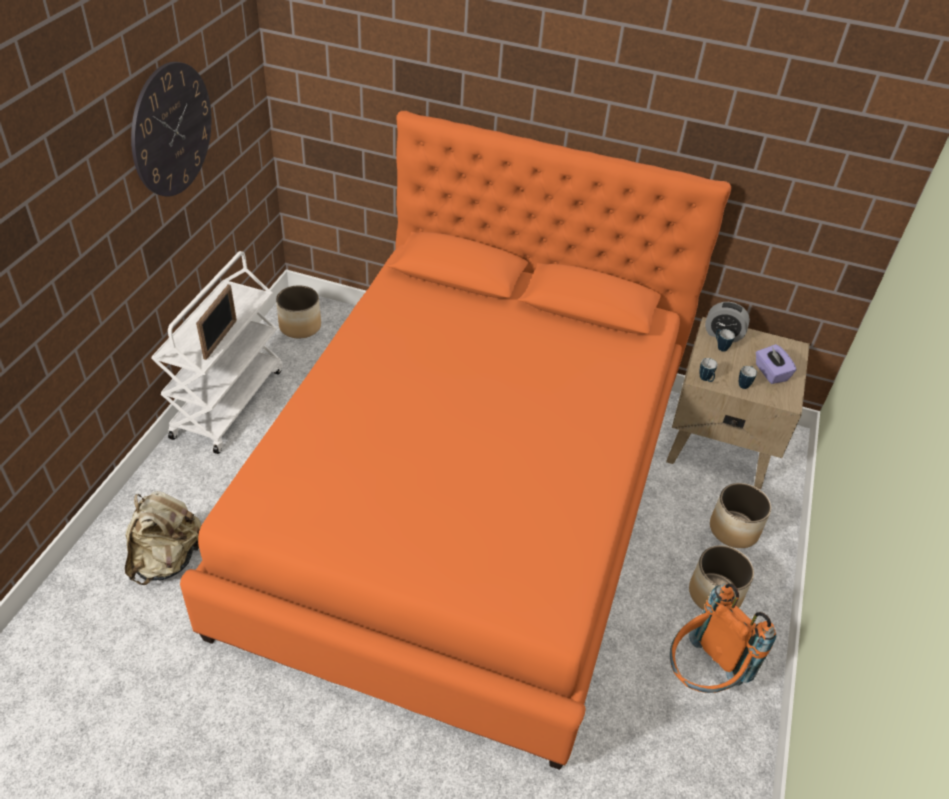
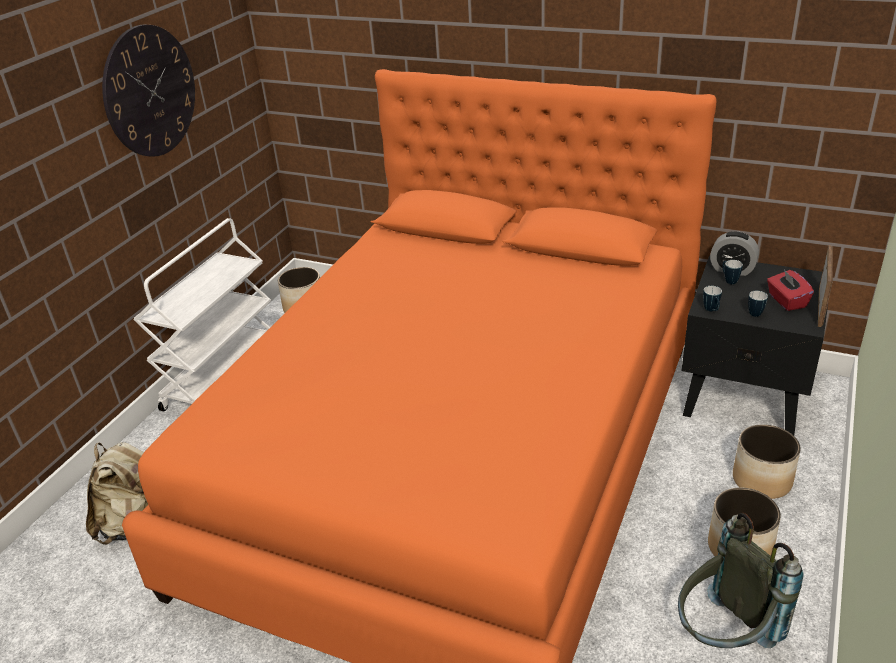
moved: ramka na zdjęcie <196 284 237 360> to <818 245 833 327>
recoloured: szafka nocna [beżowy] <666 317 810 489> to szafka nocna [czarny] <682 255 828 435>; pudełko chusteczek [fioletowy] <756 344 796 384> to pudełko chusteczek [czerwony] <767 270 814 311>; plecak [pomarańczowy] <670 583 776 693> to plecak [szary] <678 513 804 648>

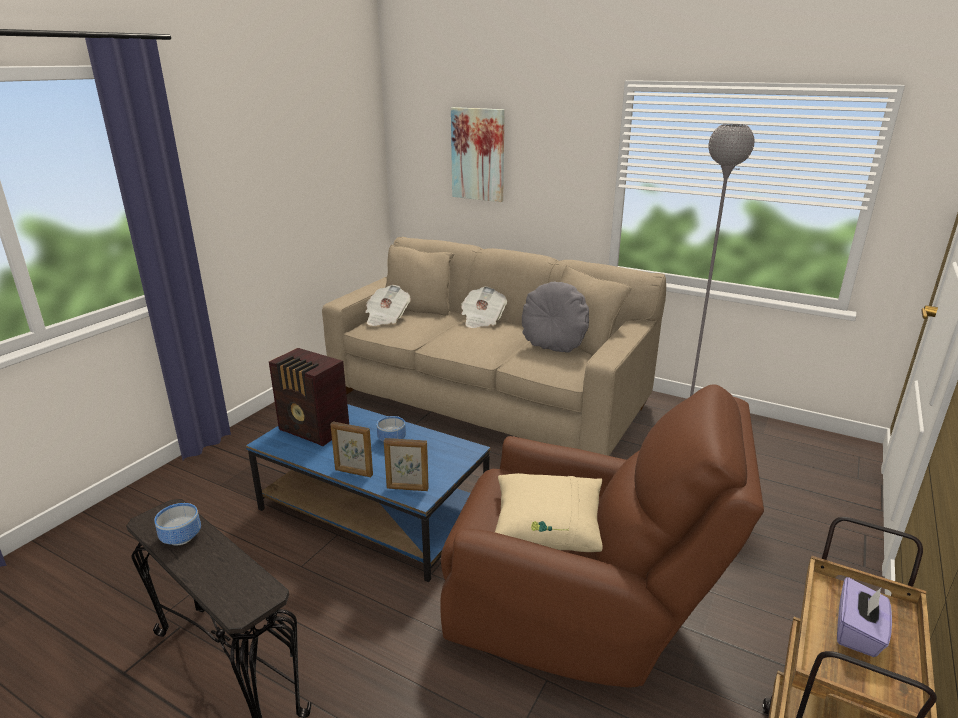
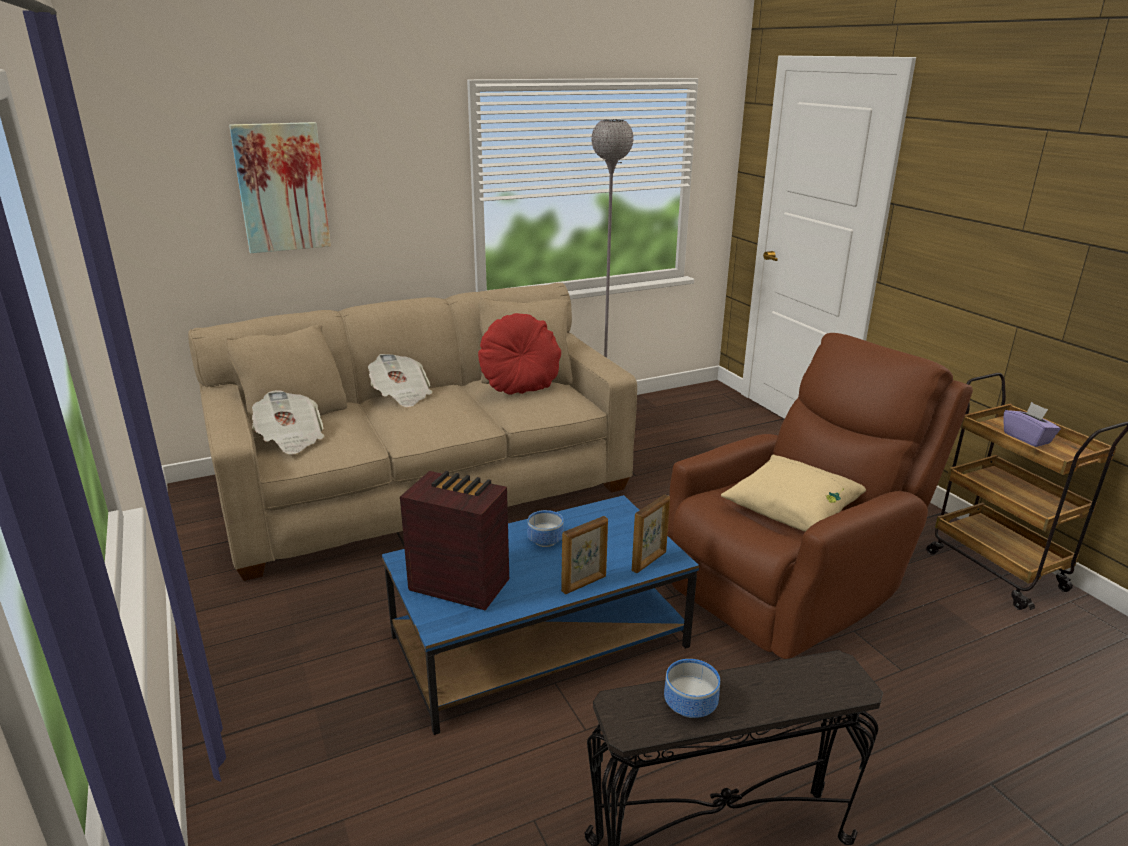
recoloured: poduszka [szary] <522 281 589 353> to poduszka [czerwony] <478 313 561 395>
turned: radio <269 348 349 446> = <400 471 509 611> 135 degrees counterclockwise

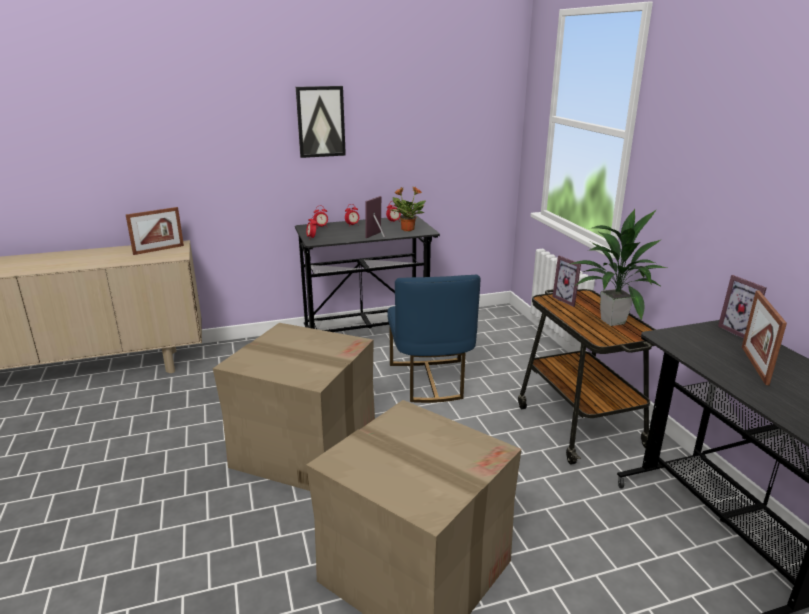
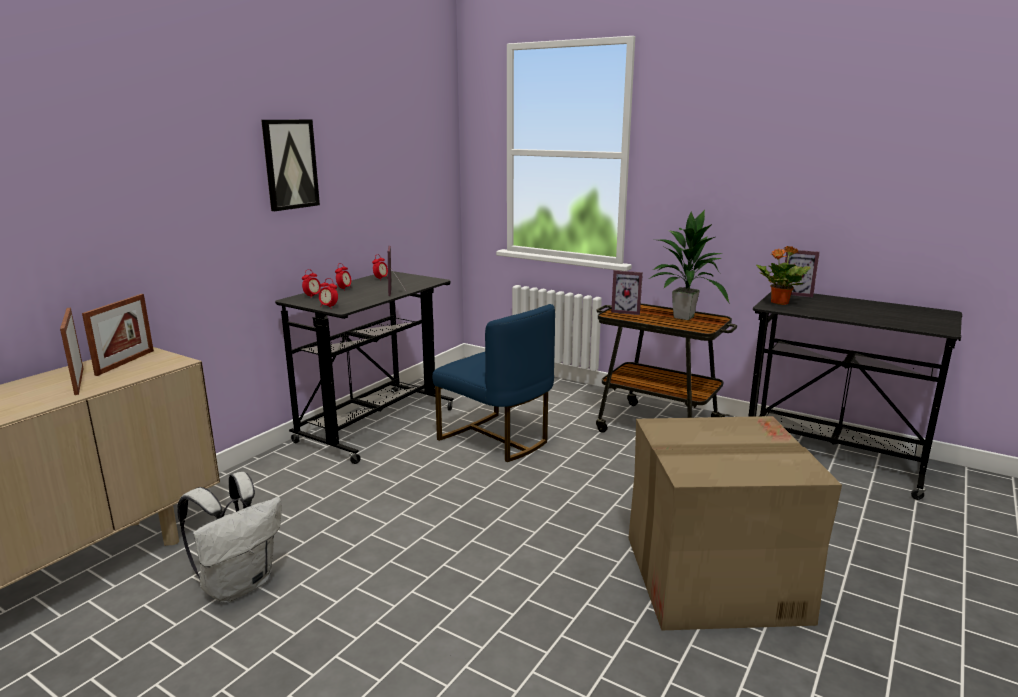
removed: karton <213 323 375 491>
added: plecak [biały] <177 472 282 602>
moved: roślina doniczkowa <391 187 426 231> to <756 246 811 305>; ramka na zdjęcie <742 290 787 385> to <60 308 84 395>

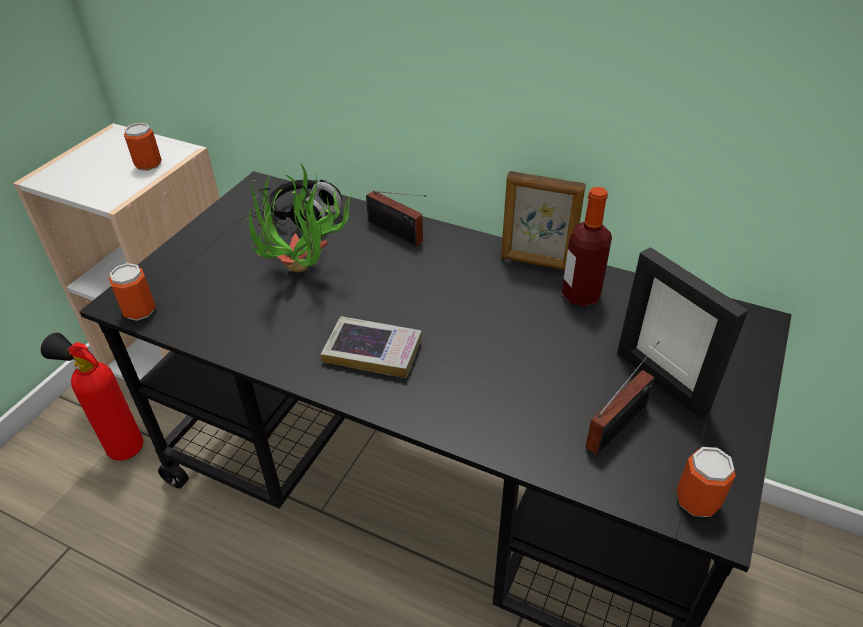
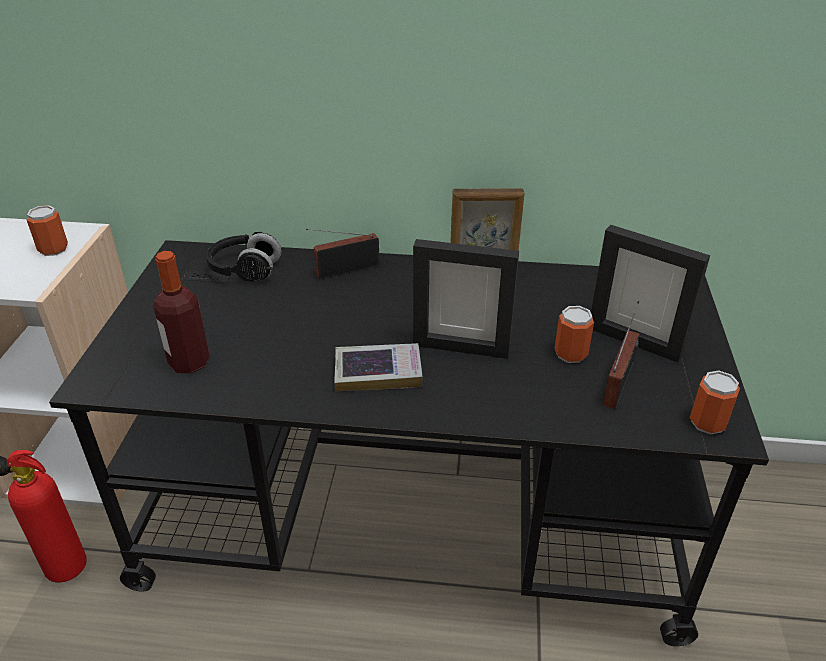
removed: roślina doniczkowa <244 163 352 272>
added: ramka na zdjęcie <413 239 519 359>
moved: butelka <562 187 612 307> to <153 251 210 373>; puszka <109 263 156 321> to <555 306 594 363>
turned: radio <366 191 426 247> = <306 229 380 280> 135 degrees clockwise

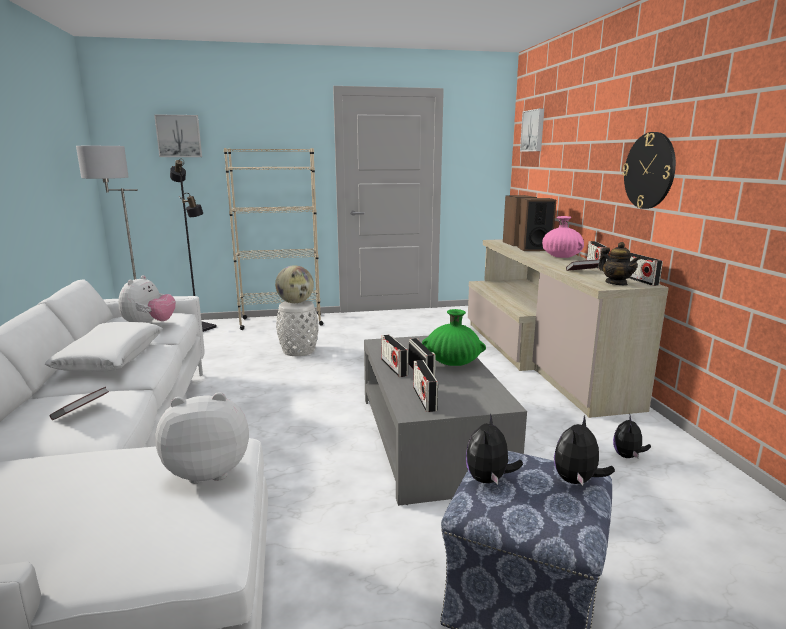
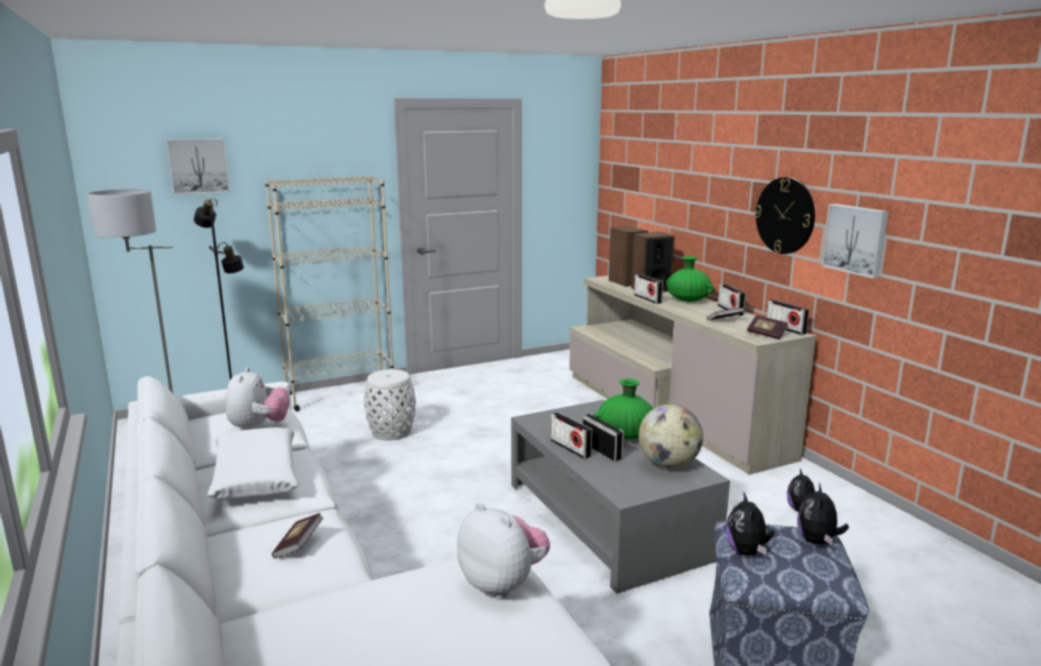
moved: obraz <520 108 544 151> to <821 204 889 279>; globus <275 265 314 303> to <639 404 703 468>; radio <413 360 438 412> to <634 274 663 304>
replaced: imbryk <598 242 641 285> to książka <747 315 788 340>
recoloured: wazon [różowy] <542 216 584 258> to wazon [zielony] <666 256 714 302>
turned: pluszak <155 392 249 484> = <457 502 550 598> 75 degrees clockwise

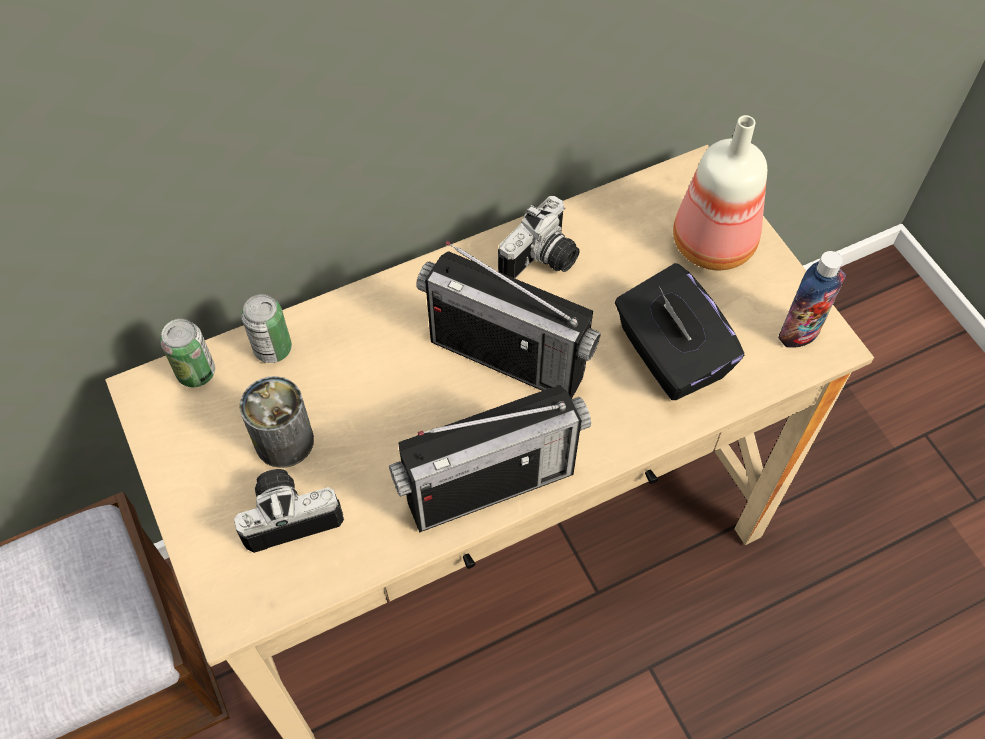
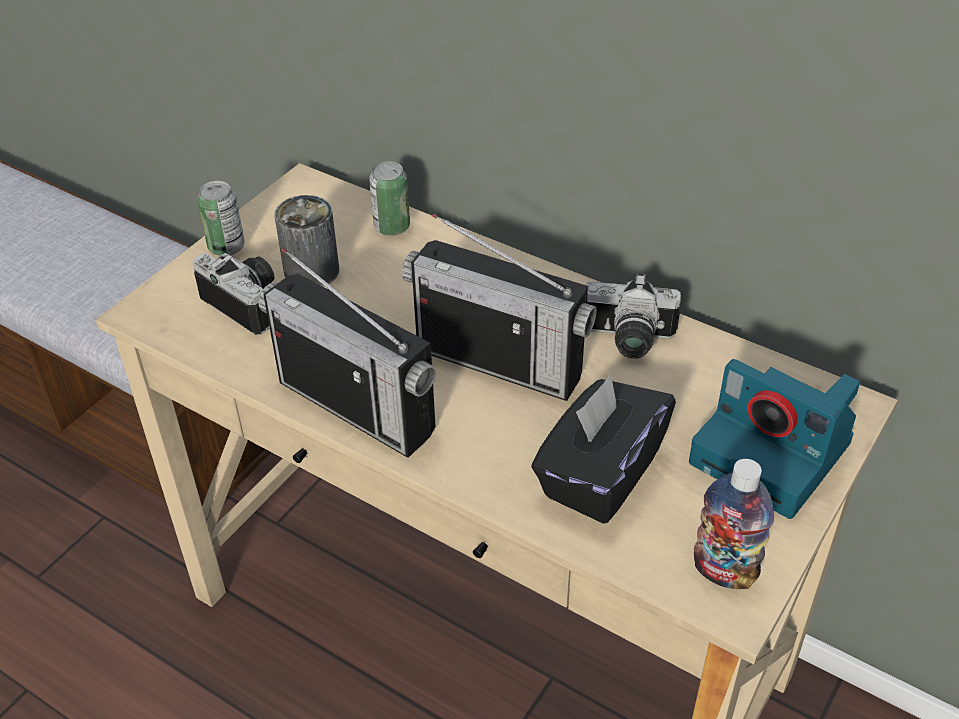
moved: puszka <160 319 215 387> to <197 181 245 256>
replaced: butelka <673 115 767 270> to aparat fotograficzny <689 359 860 519>
turned: radio <416 241 601 399> = <402 213 597 401> 60 degrees counterclockwise

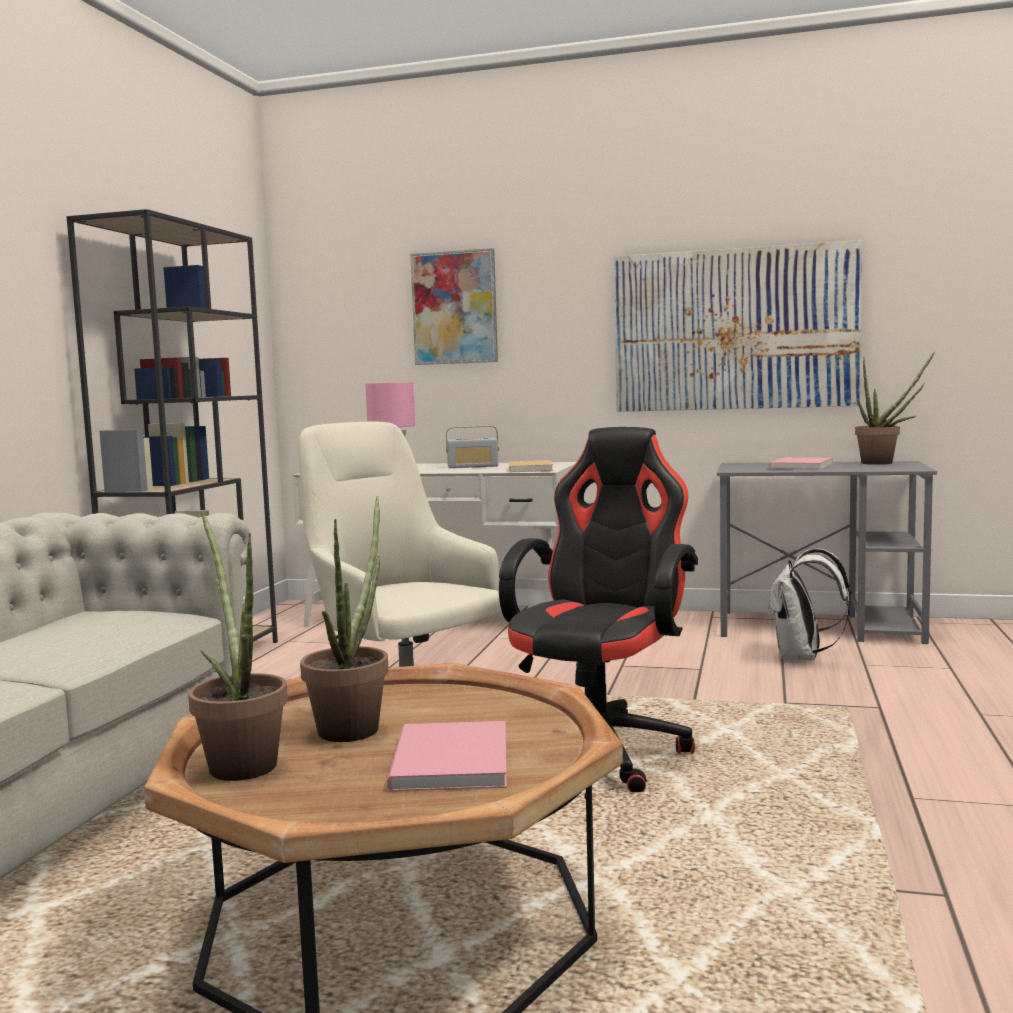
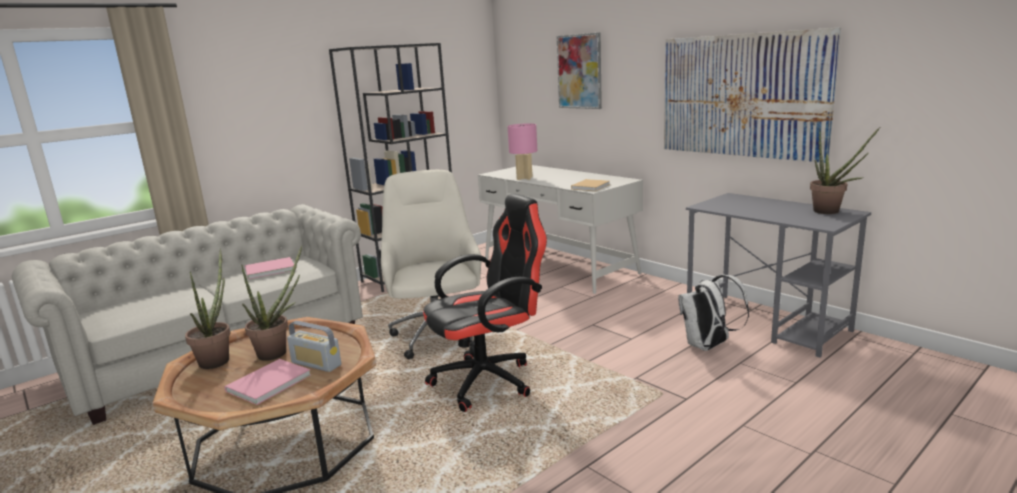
moved: radio <446 426 499 468> to <287 321 341 372>; książka [różowy] <768 457 833 470> to <245 257 294 279>

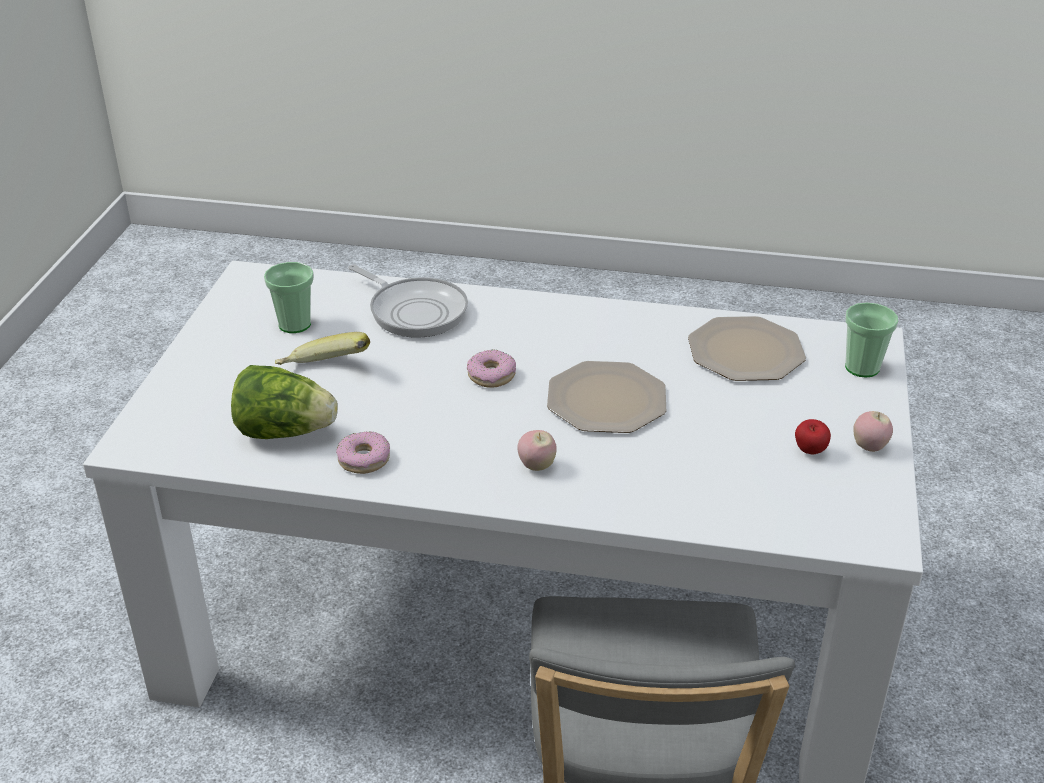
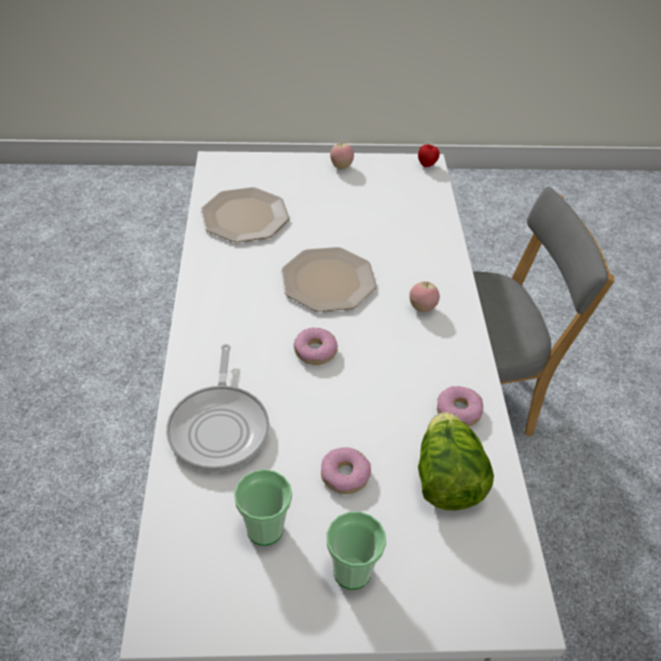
moved: filiżanka <845 302 898 377> to <326 511 386 590>; jabłko <795 419 831 454> to <418 144 440 167>
replaced: banan <275 332 370 365> to donut <321 447 371 494>
turned: patelnia <348 264 468 338> = <166 344 269 472> 150 degrees clockwise

